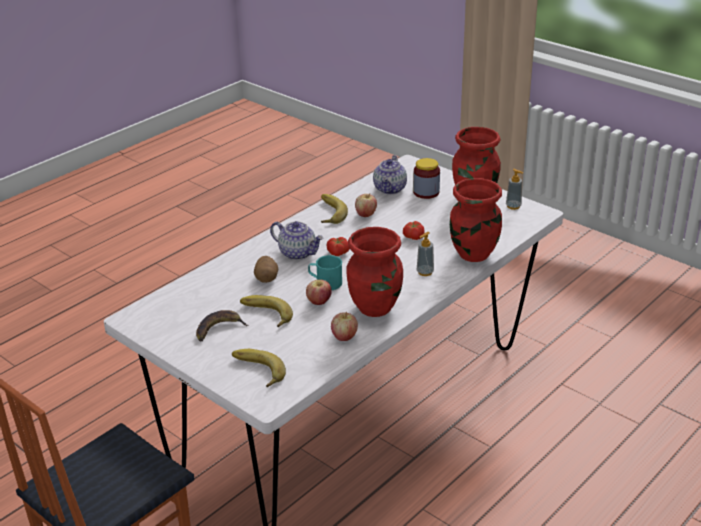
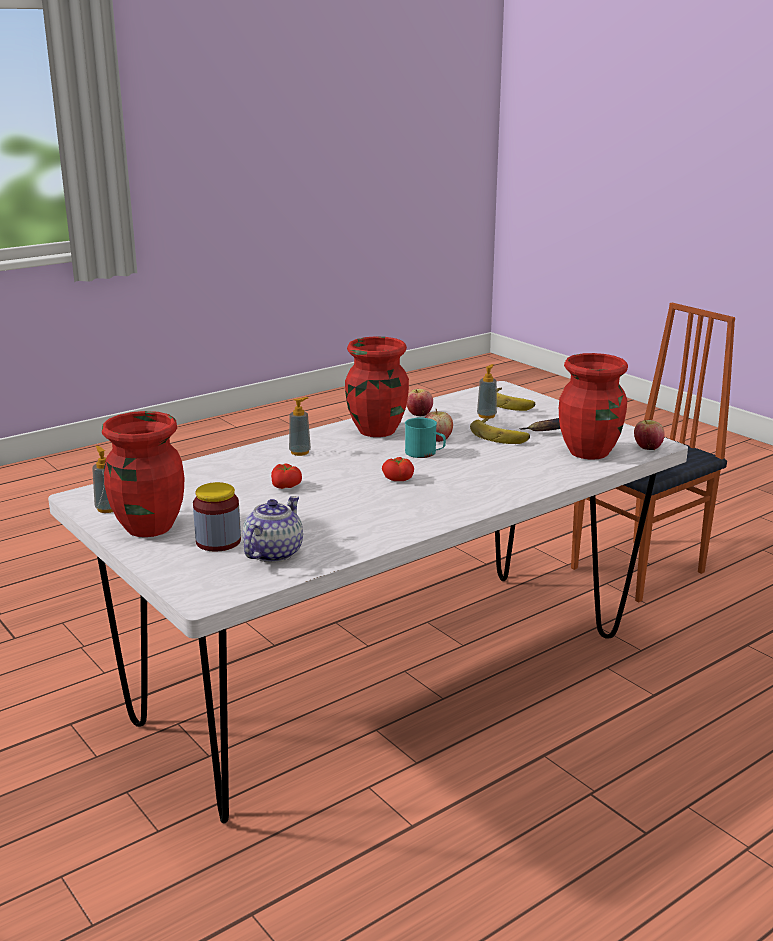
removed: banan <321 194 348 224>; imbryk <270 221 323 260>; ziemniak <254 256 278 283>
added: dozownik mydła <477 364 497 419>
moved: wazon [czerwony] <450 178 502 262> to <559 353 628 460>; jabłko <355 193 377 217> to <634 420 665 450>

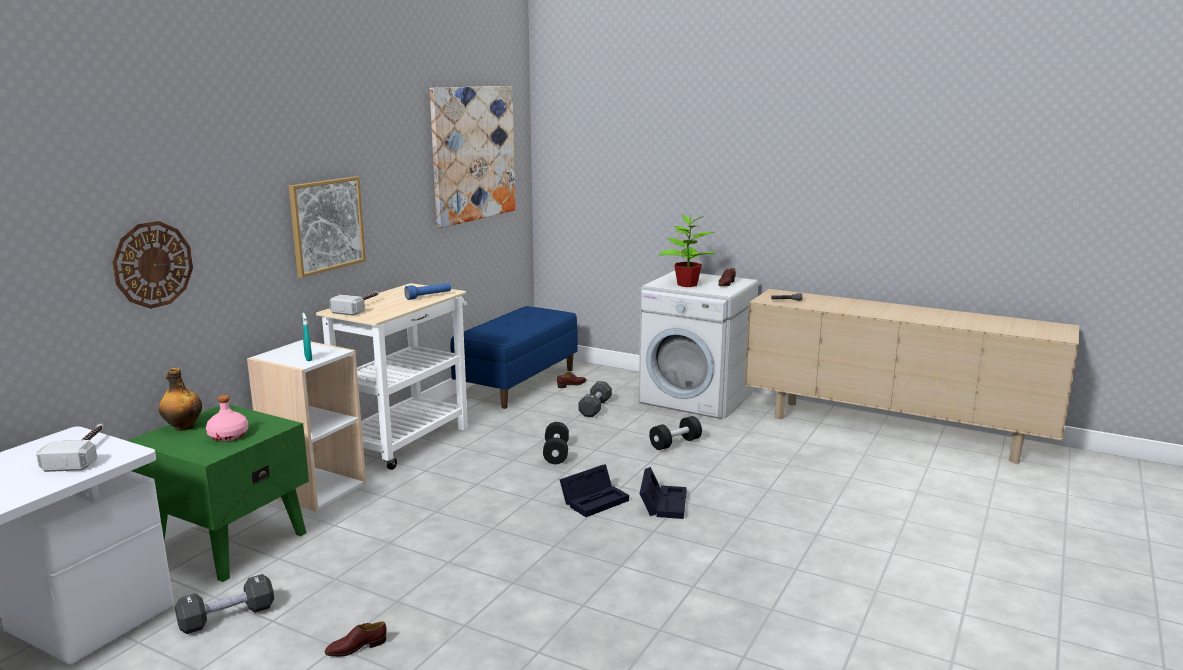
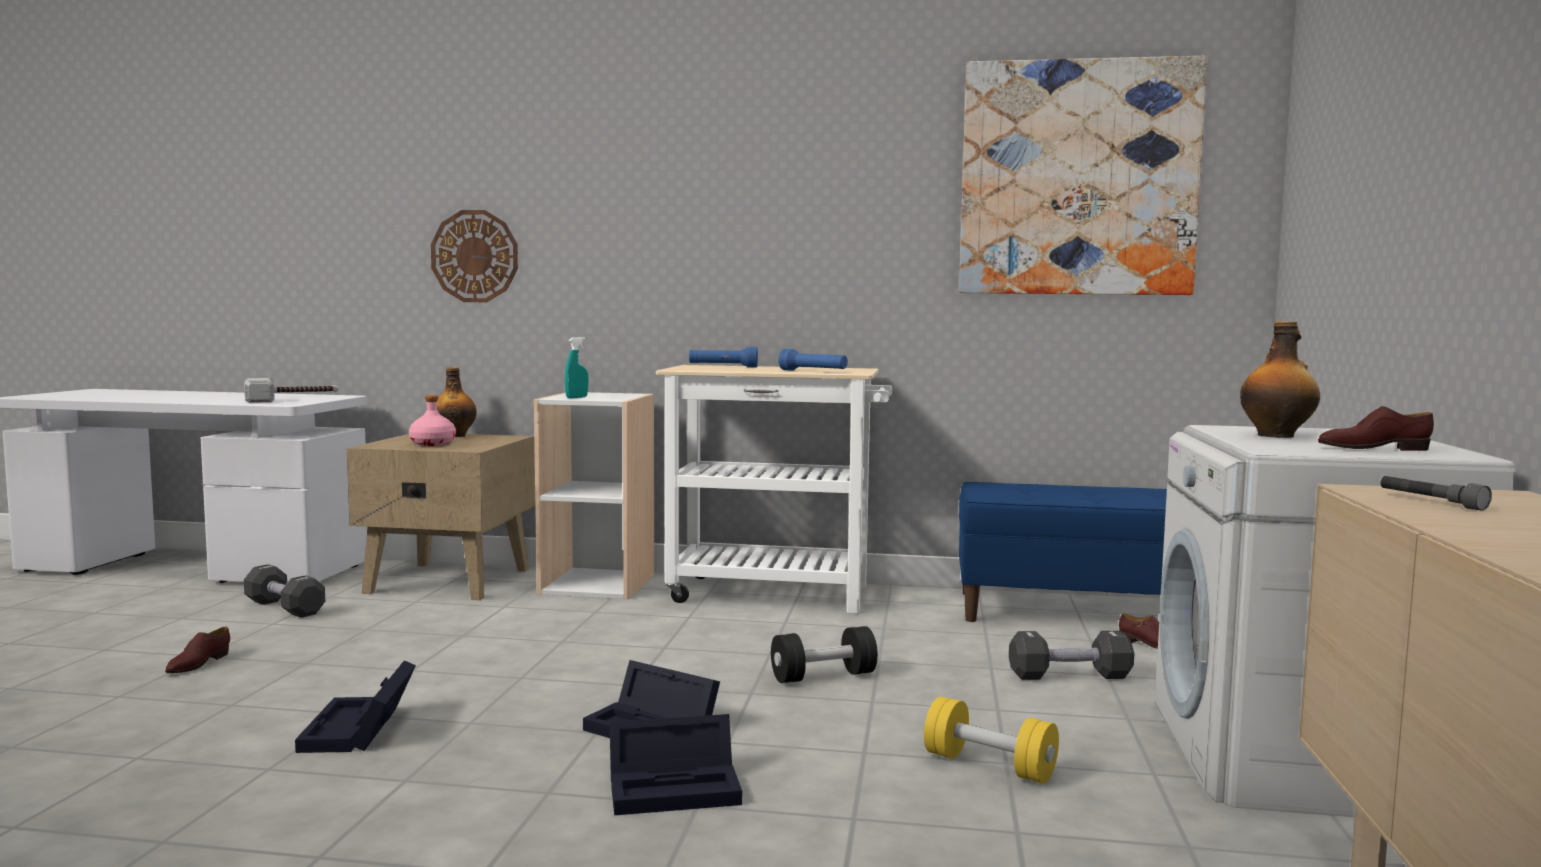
removed: obraz <289 176 366 278>
added: pojemnik do przechowywania [czarny] <295 660 416 753>
replaced: roślina doniczkowa <658 215 715 287> to butelka <1240 321 1320 438>; młotek <329 291 379 316> to latarka [niebieski] <689 347 758 368>
recoloured: szafka nocna [zielony] <127 404 309 582> to szafka nocna [beżowy] <347 434 535 600>; hantel [czarny] <649 416 702 450> to hantel [żółty] <924 696 1059 783>
turned: but [brązowy] <325 621 387 657> = <165 627 230 673> 120 degrees counterclockwise

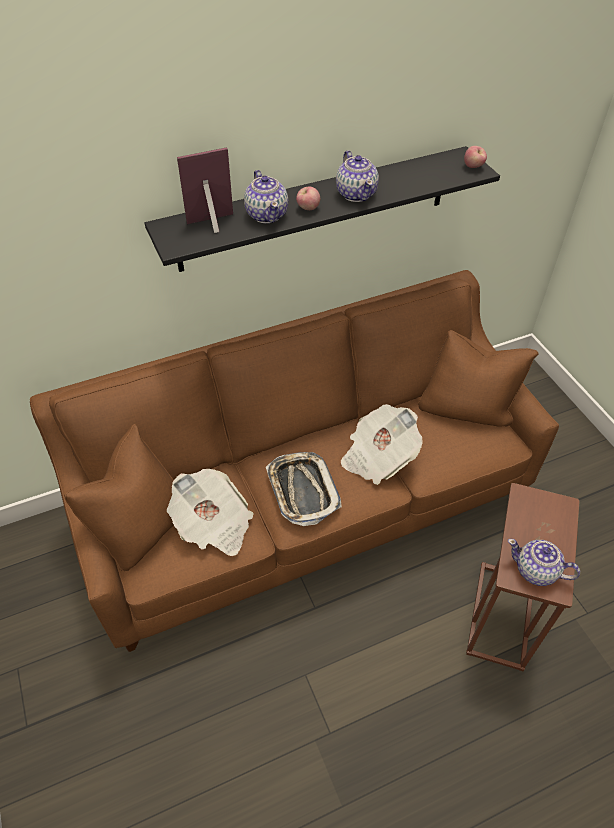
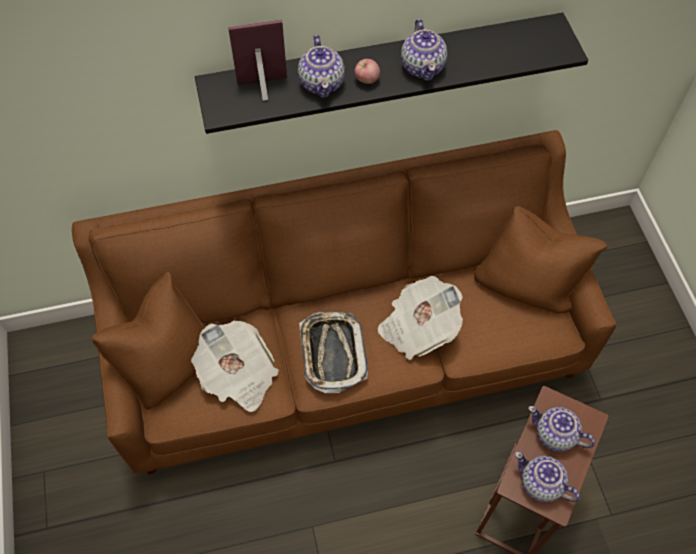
removed: jabłko <464 146 487 168>
added: imbryk <528 406 595 452>

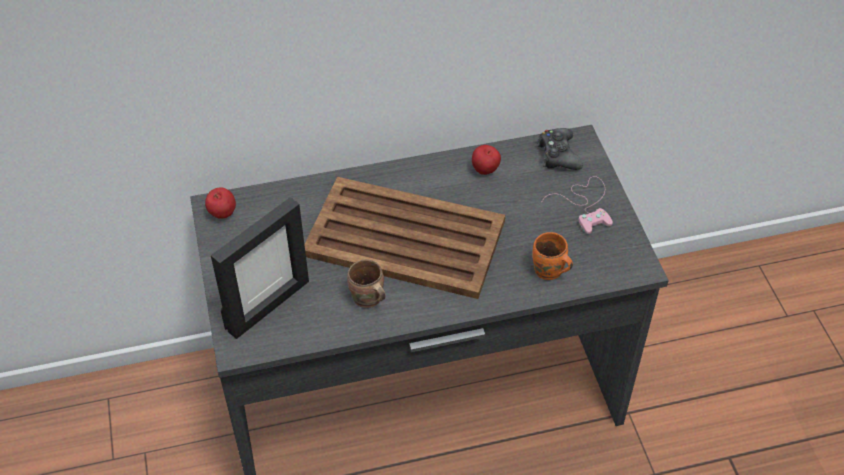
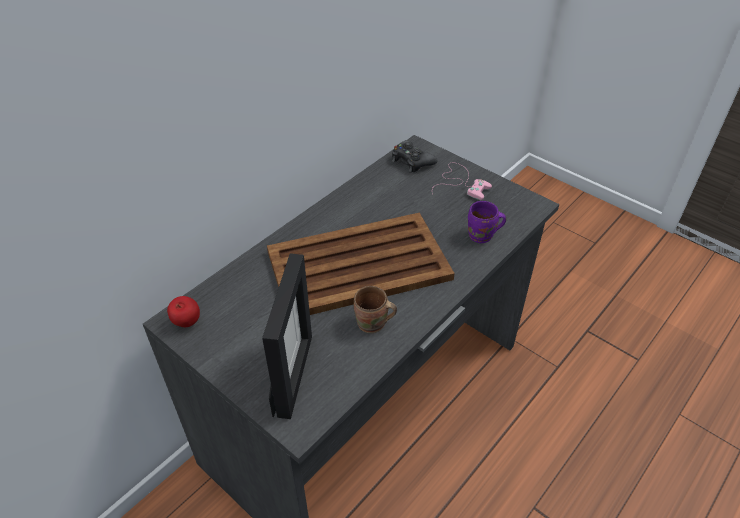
removed: jabłko <472 145 501 175>
recoloured: kubek [pomarańczowy] <532 232 573 280> to kubek [fioletowy] <468 201 506 243>

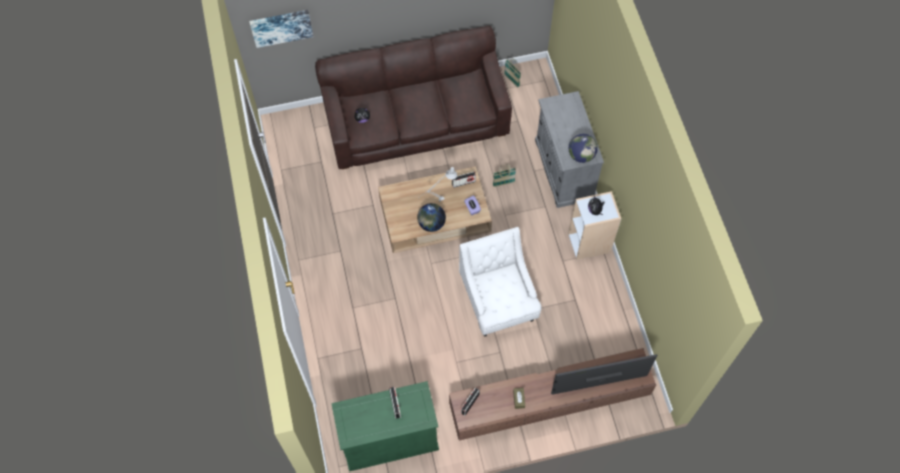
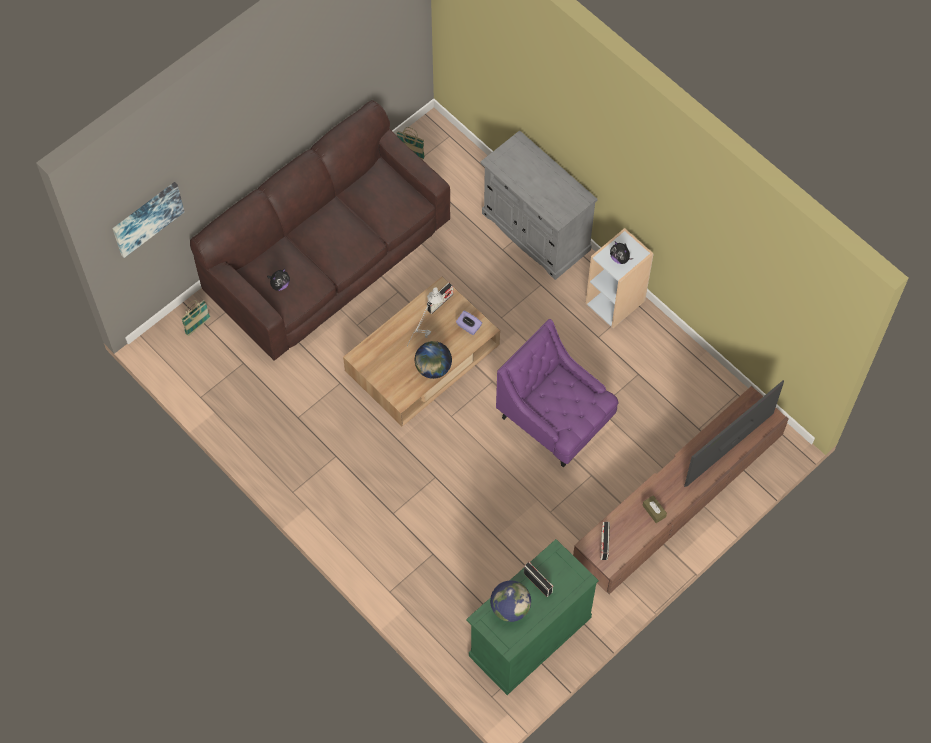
moved: globus <569 134 598 163> to <490 581 531 622>; koszyk <493 164 516 187> to <181 300 211 336>
recoloured: fotel [biały] <459 227 541 337> to fotel [fioletowy] <496 319 619 468>

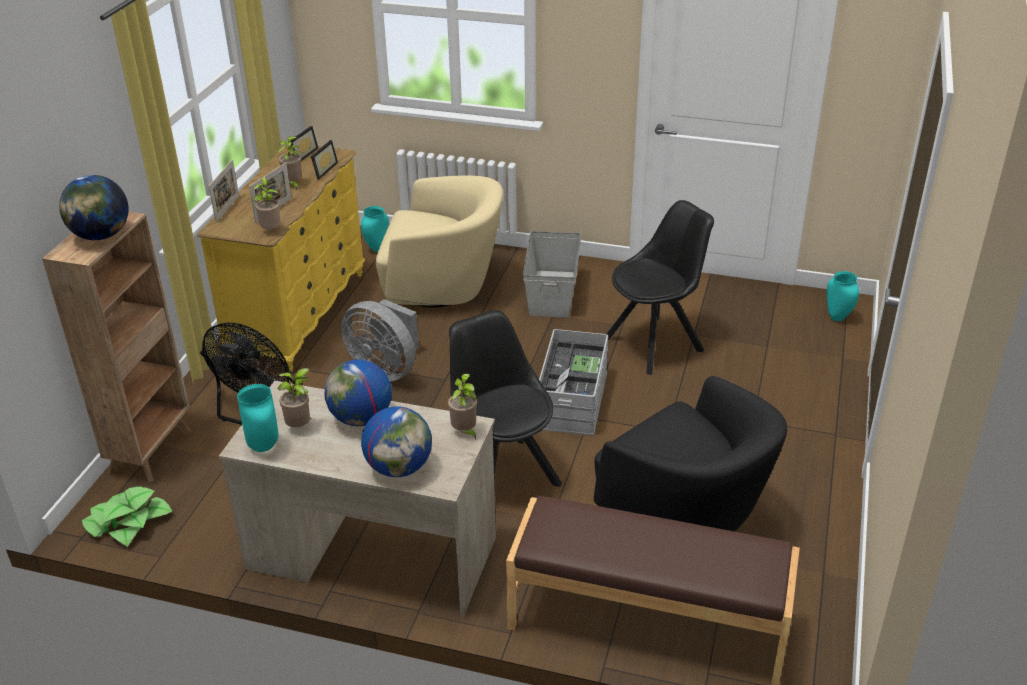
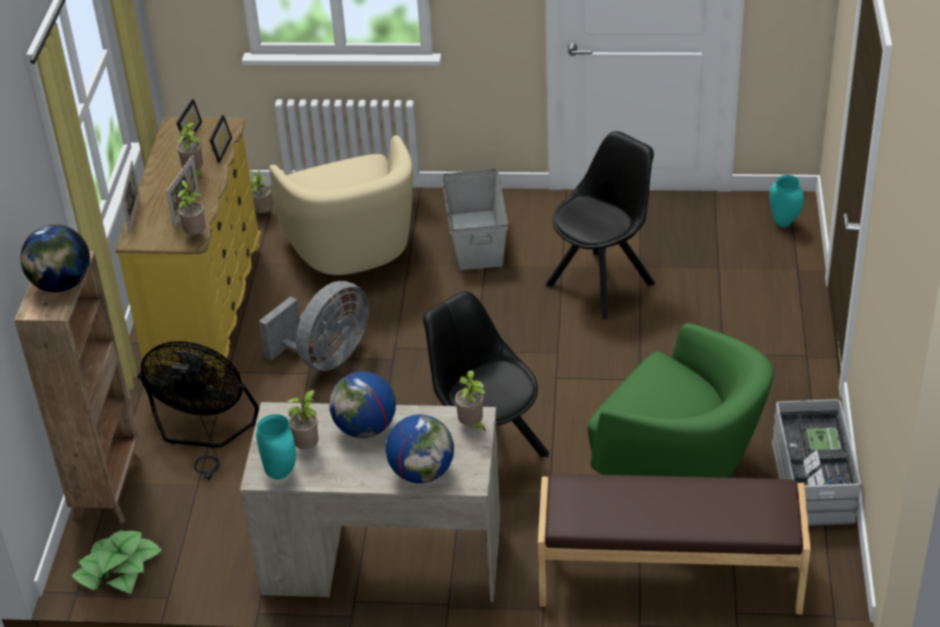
moved: pojemnik do przechowywania [szary] <539 329 608 436> to <772 399 861 526>
replaced: wazon [turkusowy] <361 206 389 252> to roślina doniczkowa <249 168 272 213>
recoloured: fotel [czarny] <594 376 787 532> to fotel [zielony] <588 323 773 478>
turned: fotel [beżowy] <376 176 503 308> = <269 135 413 275> 75 degrees clockwise; wentylator [szary] <341 299 419 382> = <259 281 369 371> 75 degrees counterclockwise

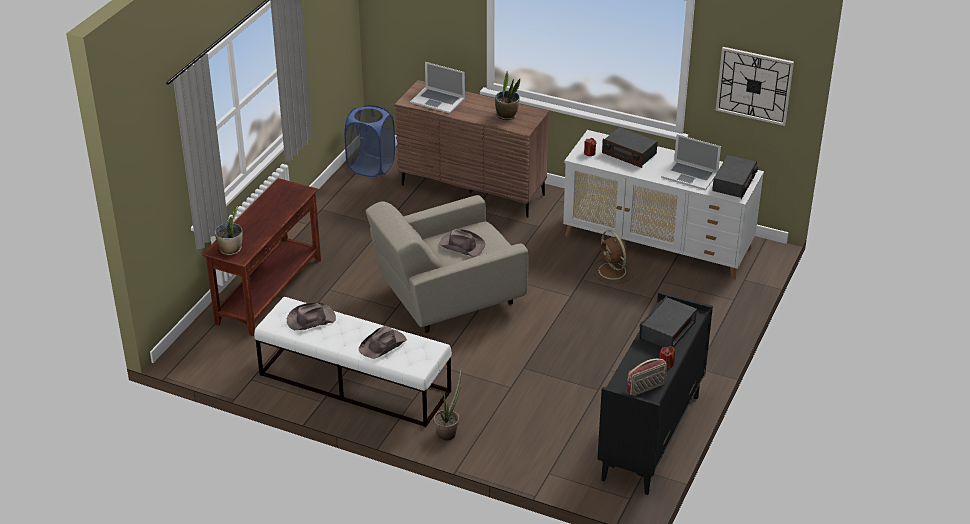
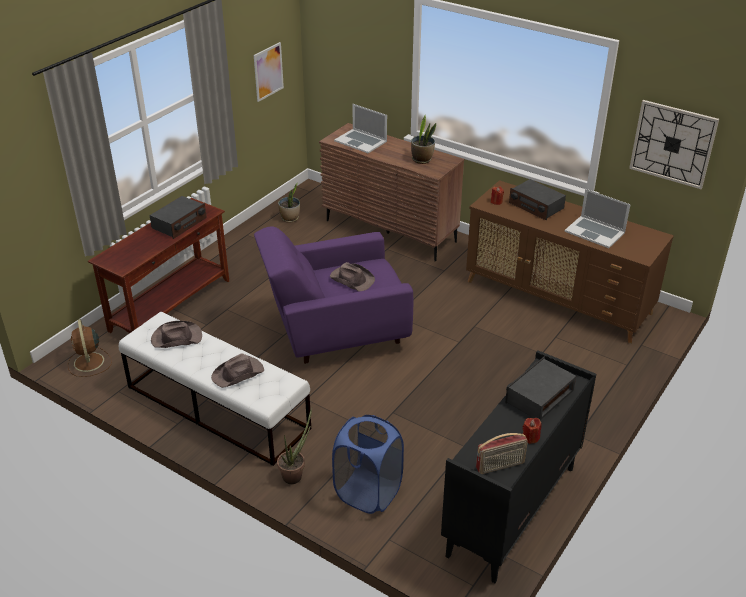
added: obraz <254 42 284 102>
moved: kosz na pranie [niebieski] <344 105 395 177> to <332 415 404 514>; radio <712 155 758 199> to <150 196 207 239>; roślina doniczkowa <215 206 243 255> to <278 183 300 223>; wentylator [brązowy] <592 230 634 284> to <68 319 112 377>
recoloured: komoda [biały] <563 130 764 280> to komoda [brązowy] <466 180 674 344>; fotel [beżowy] <366 195 528 333> to fotel [fioletowy] <254 226 413 364>

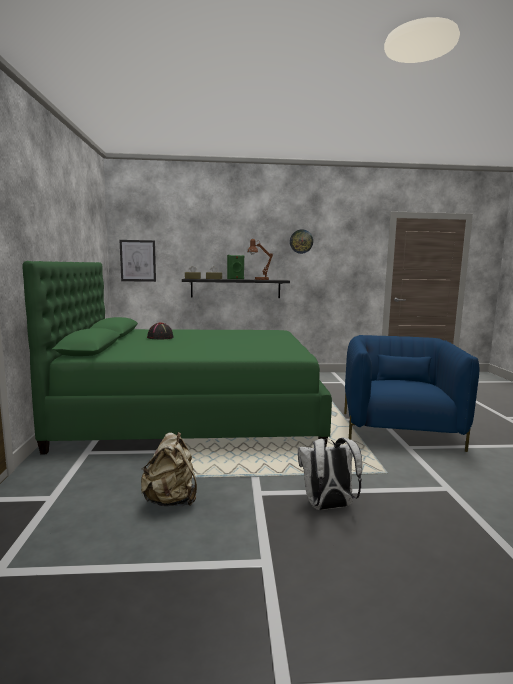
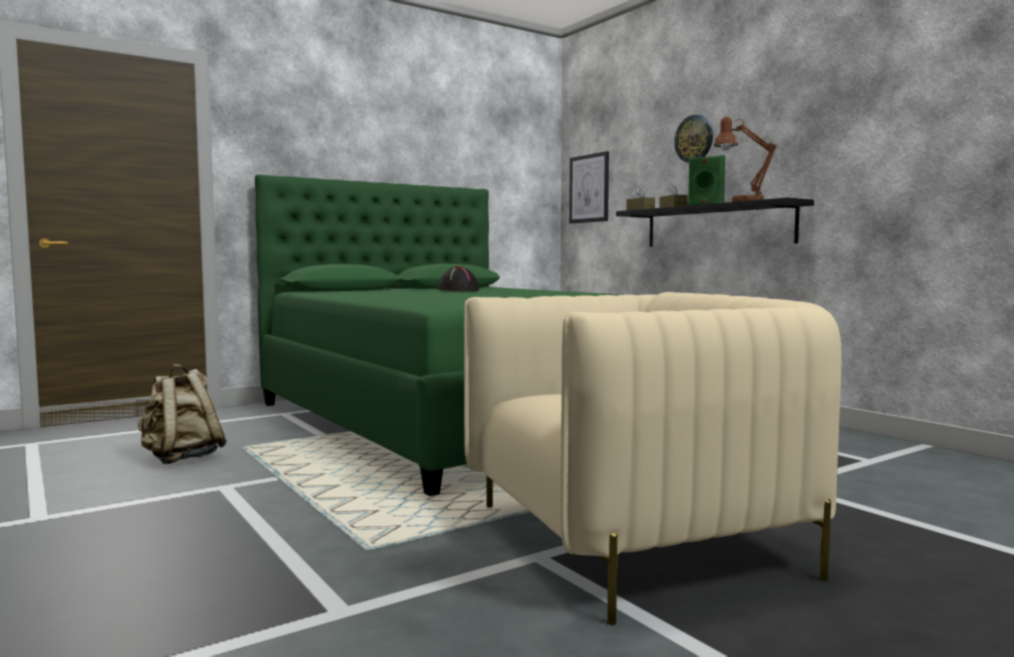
removed: plecak [biały] <298 438 362 510>
moved: zegar ścienny <290 229 313 254> to <674 115 713 163>
recoloured: fotel [niebieski] <344 335 479 452> to fotel [beżowy] <464 292 841 625>

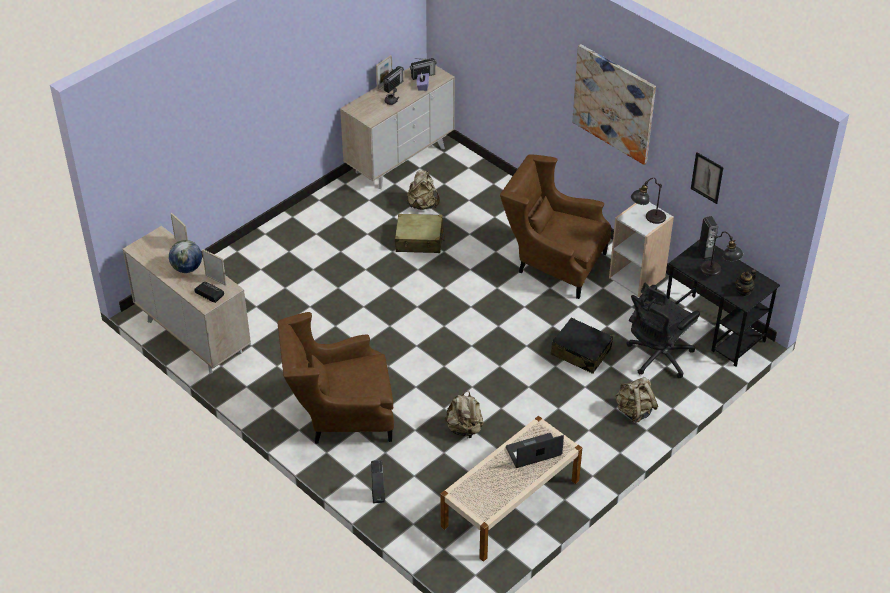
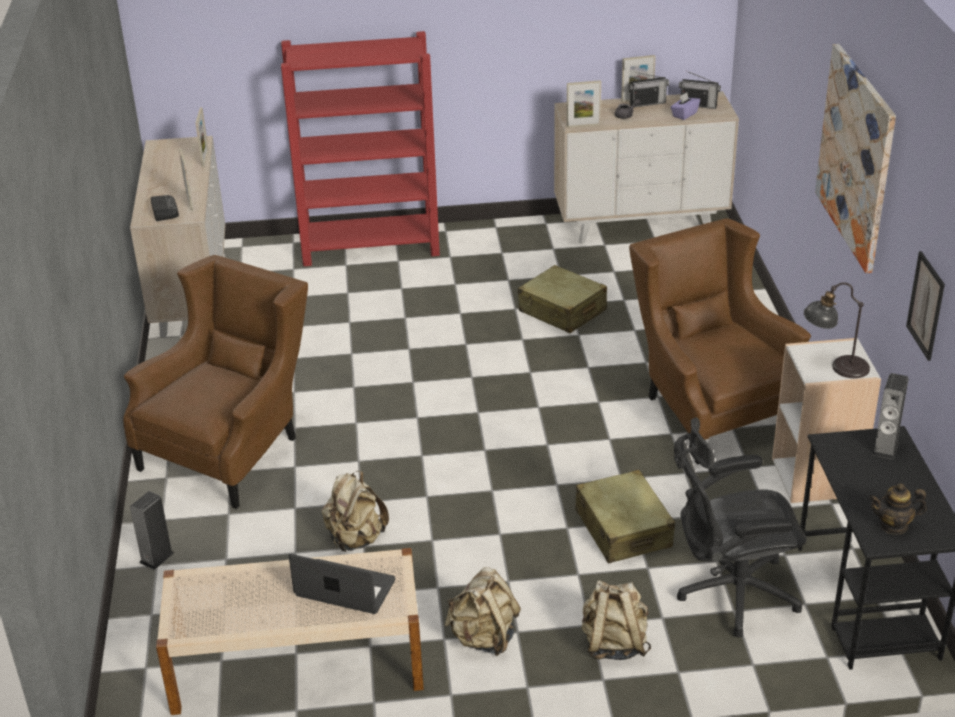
removed: lampa stołowa [szary] <700 231 743 276>; globus <169 240 202 273>
added: regał [czerwony] <281 31 440 266>; ramka na zdjęcie <566 80 601 128>
moved: plecak [beżowy] <407 170 440 210> to <445 567 521 656>
recoloured: walizka [czarny] <551 317 613 374> to walizka [beżowy] <575 470 675 564>
turned: fotel [brązowy] <278 312 394 444> = <123 255 308 509> 90 degrees clockwise

